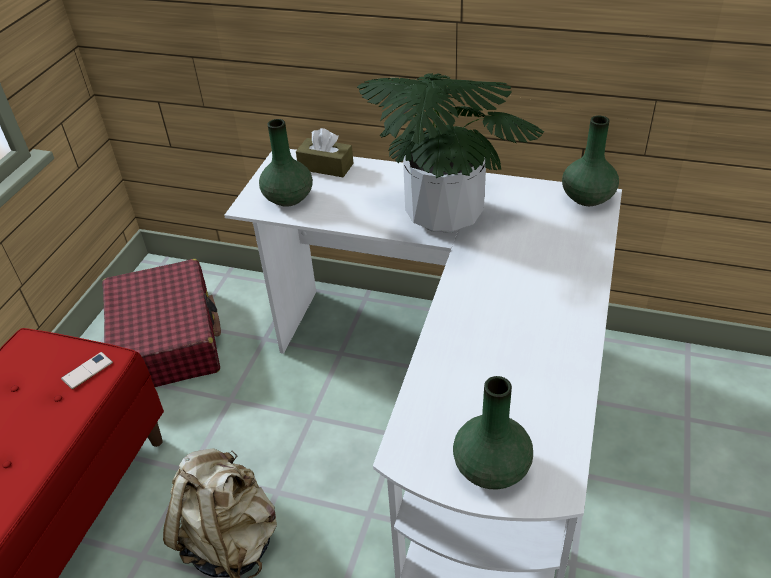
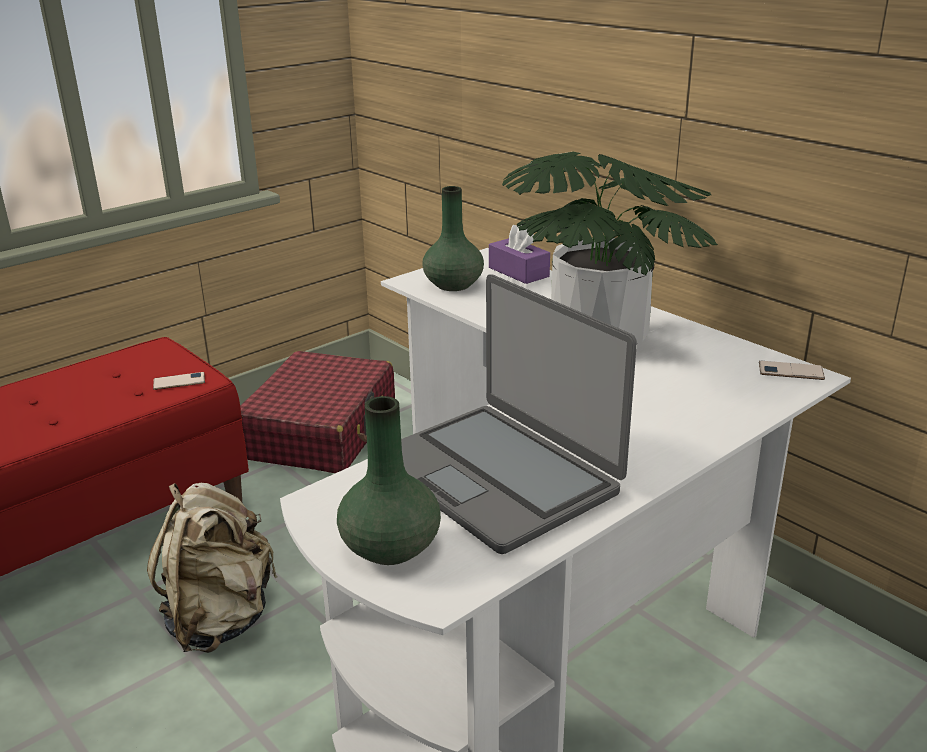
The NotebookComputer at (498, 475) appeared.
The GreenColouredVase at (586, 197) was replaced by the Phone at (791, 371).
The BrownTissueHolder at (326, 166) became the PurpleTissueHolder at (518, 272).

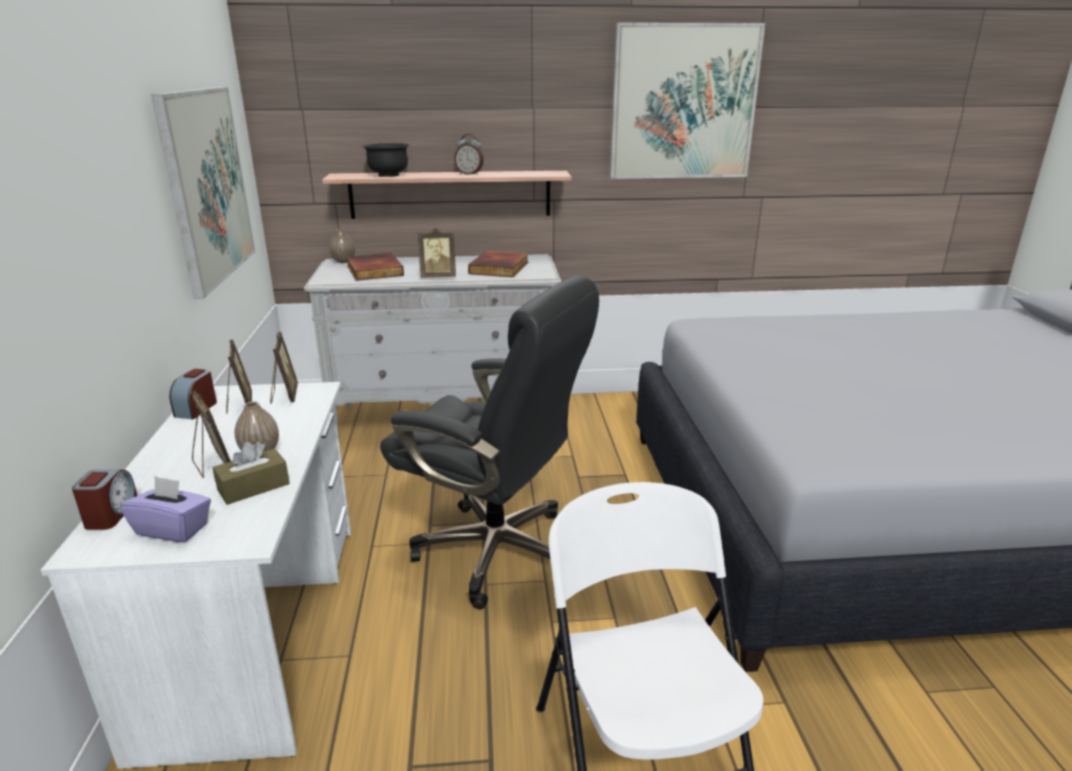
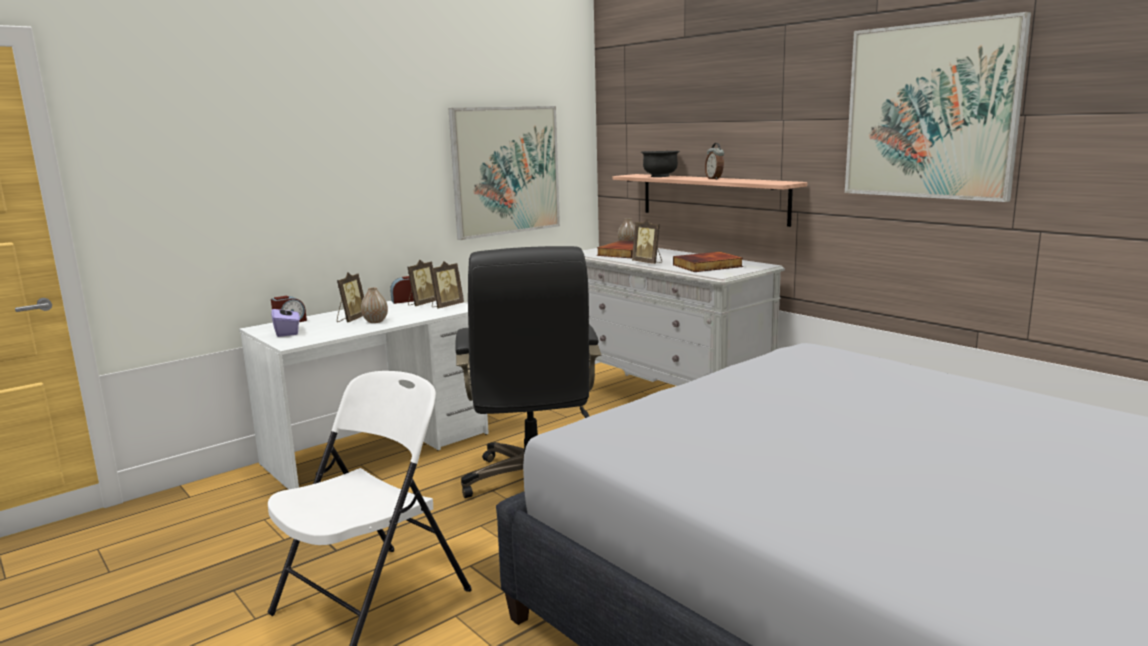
The BrownTissueHolder at (253, 487) disappeared.

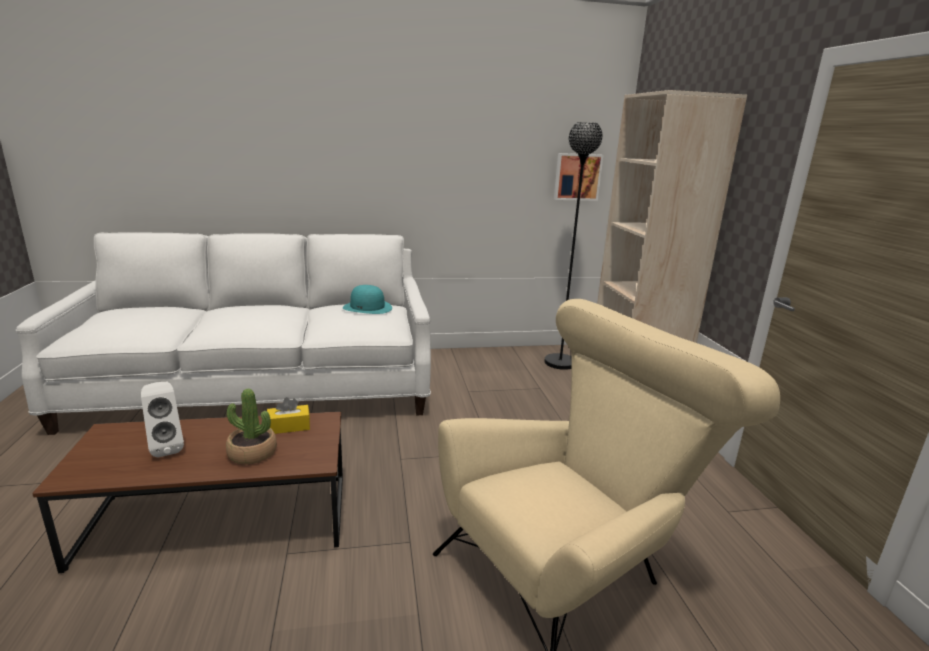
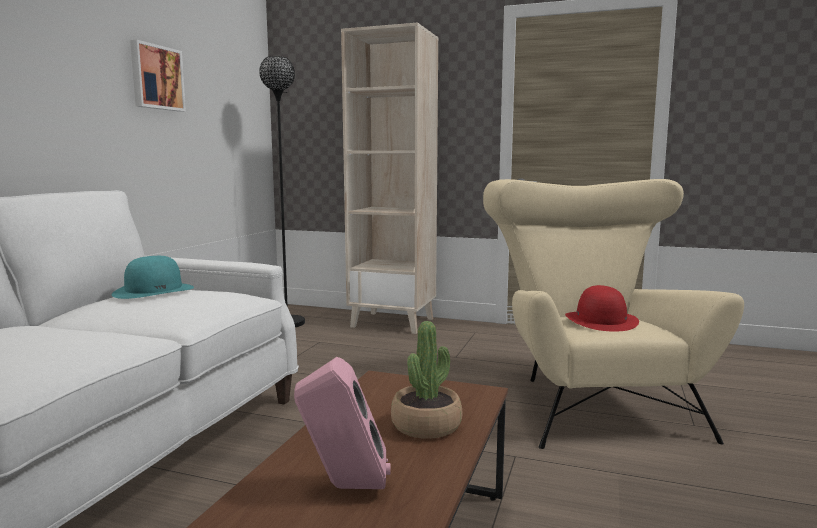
The YellowishTissueHolder at (289, 426) disappeared.
The ReddishHat at (601, 320) appeared.
The WallPicture moved from (577, 177) to (156, 77).
The WhiteAudioSpeaker at (167, 447) became the PinkAudioSpeaker at (344, 487).

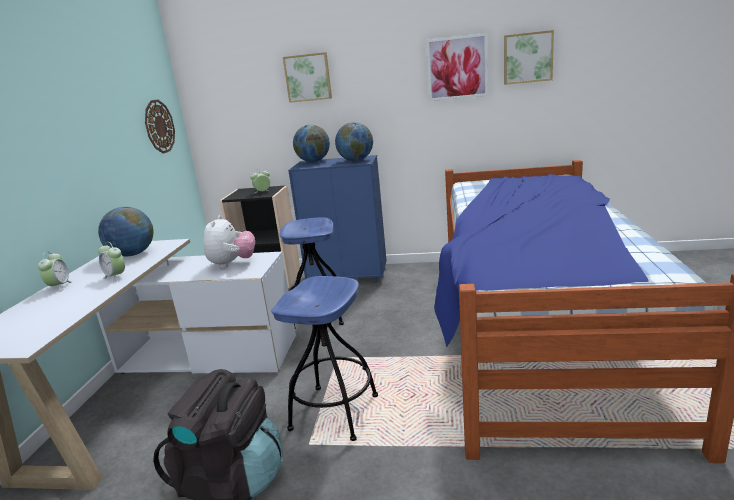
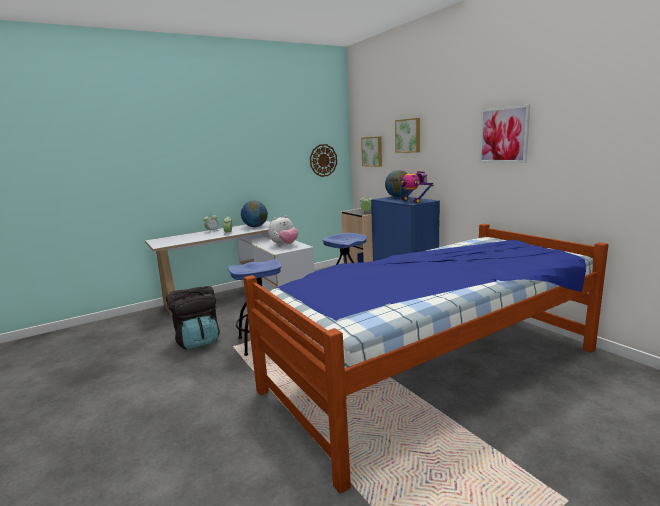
The WallPicture moved from (527, 57) to (372, 151).
The Globe at (356, 160) was replaced by the ToyRobot at (414, 201).

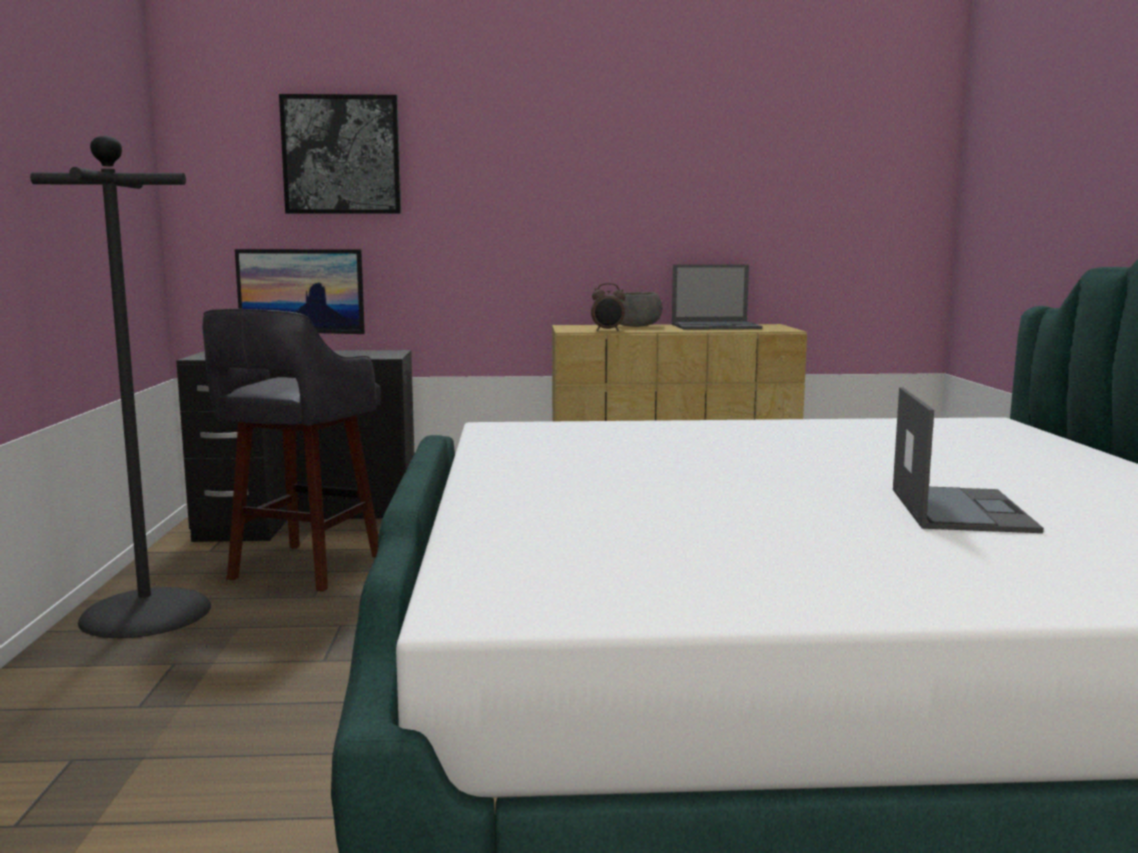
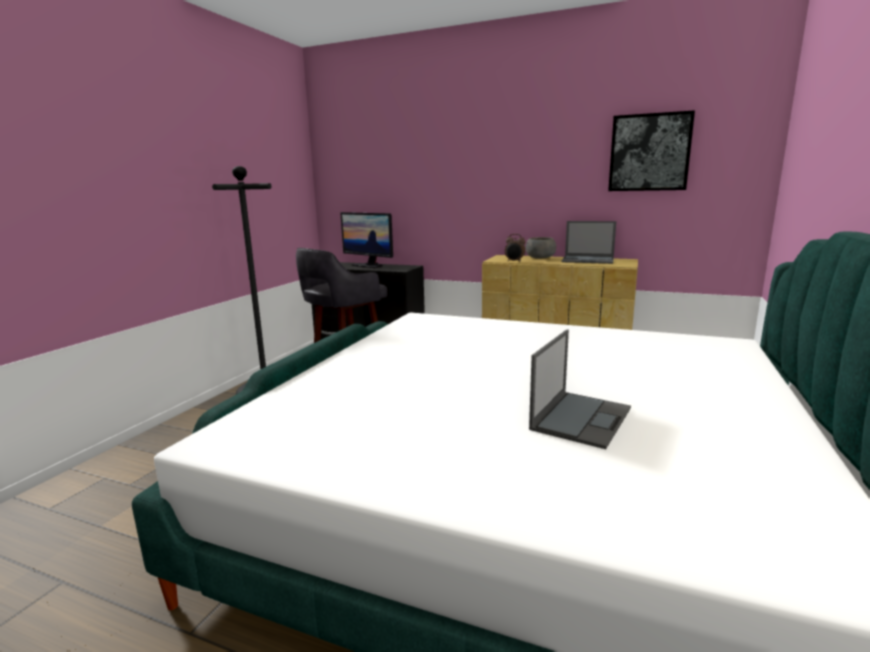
The WallPicture moved from (342, 155) to (649, 152).

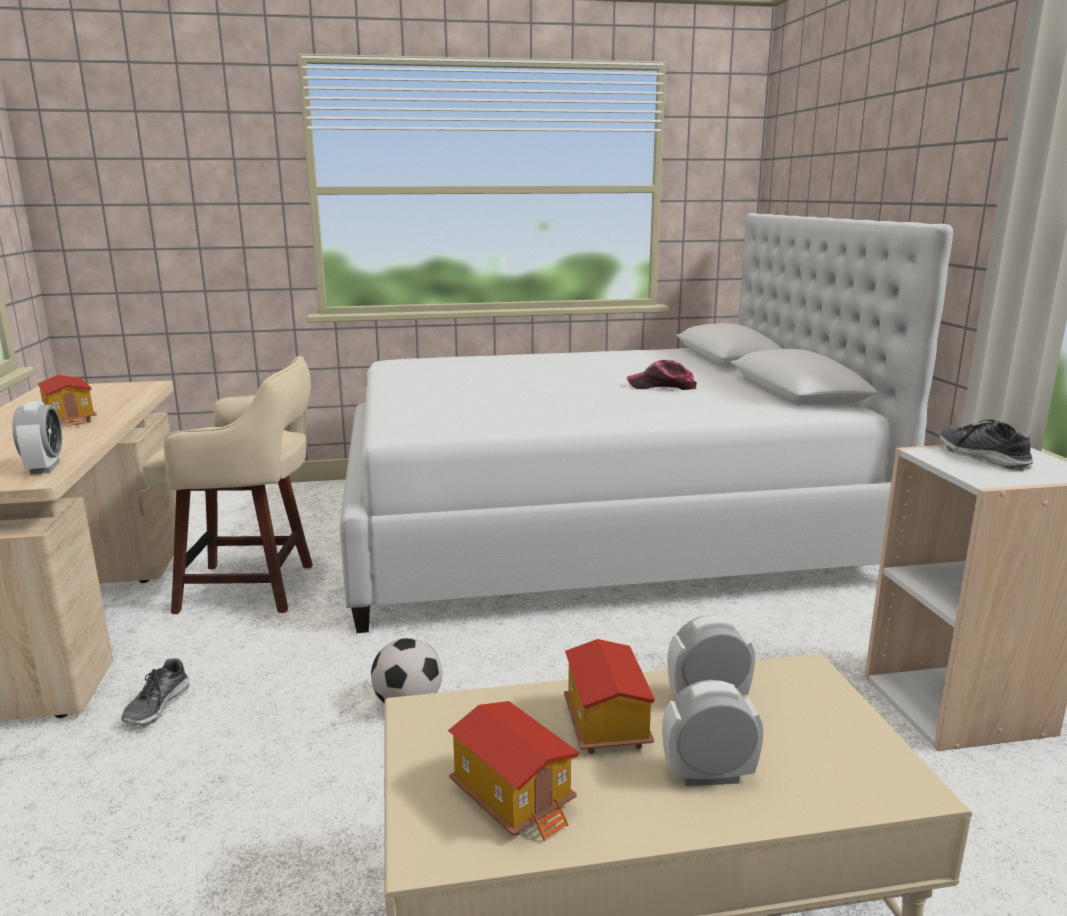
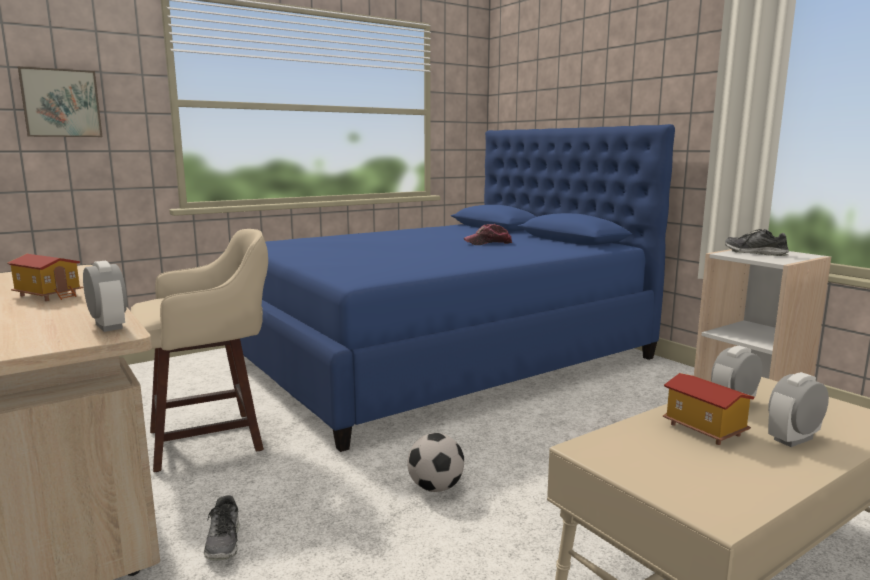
The ModelHouse at (514, 797) disappeared.
The WallPicture at (61, 103) appeared.
The WhiteBed at (593, 528) became the BluishBed at (438, 355).

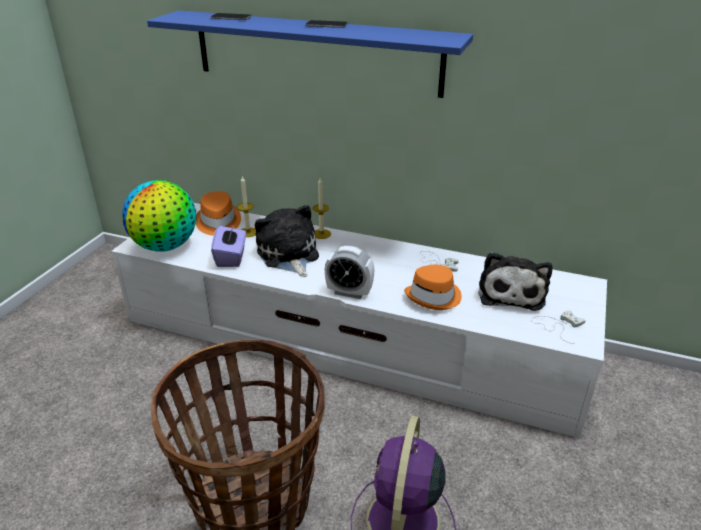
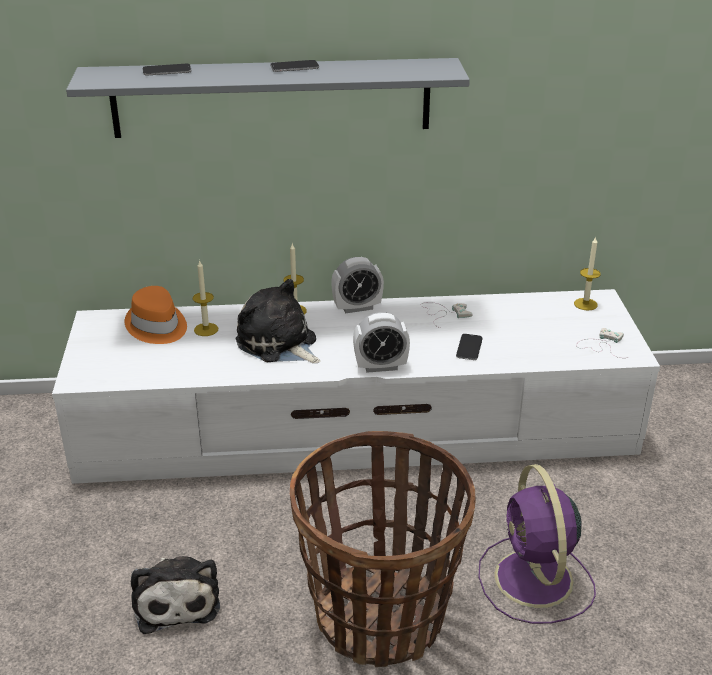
The Globe at (166, 246) disappeared.
The PurpleTissueHolder at (231, 257) disappeared.
The TableClock at (357, 307) appeared.
The WaxLight at (585, 304) appeared.
The SoftToy moved from (511, 292) to (176, 600).
The OrangeyHat at (434, 296) was replaced by the Phone at (469, 348).
The BluishWallShelf at (315, 52) became the GrayWallShelf at (271, 98).

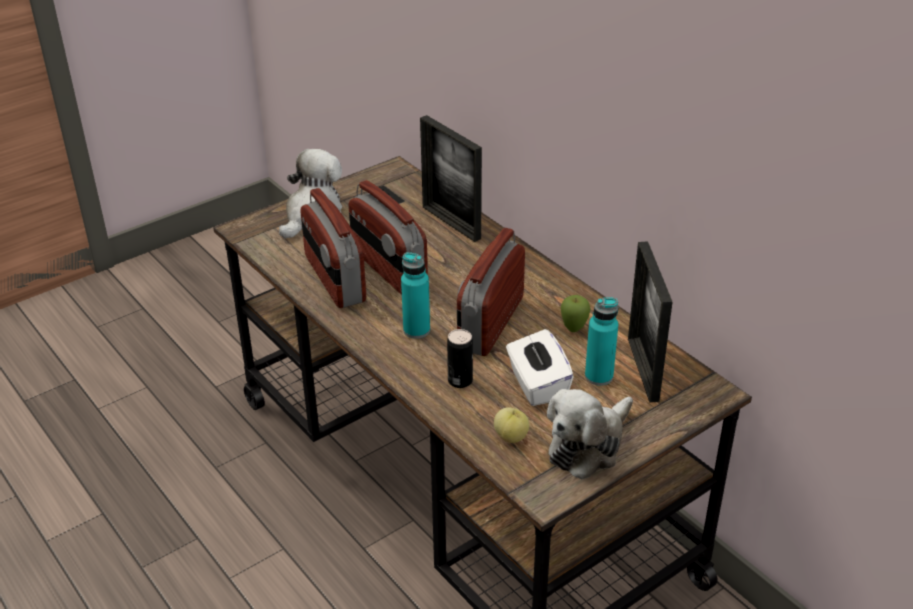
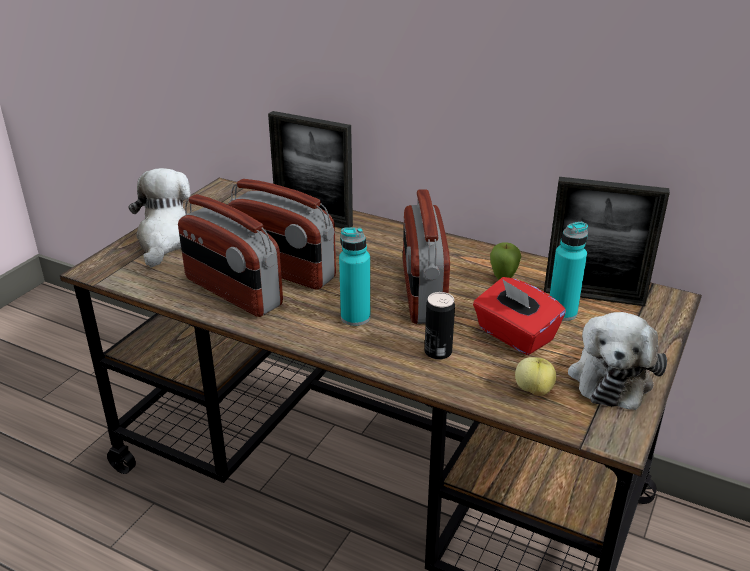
The WhiteTissueHolder at (537, 385) became the ReddishTissueHolder at (514, 335).
The PhotoFrame at (643, 369) turned 45 degrees counterclockwise.

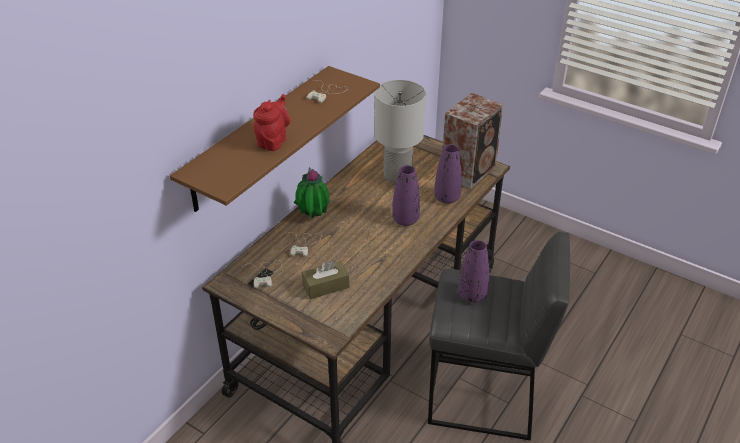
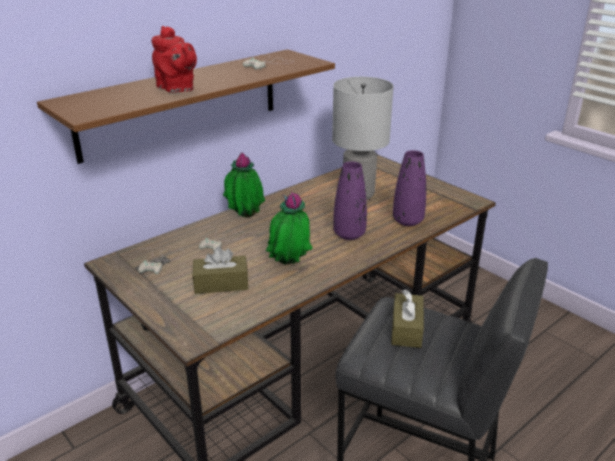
The AudioSpeaker at (470, 170) disappeared.
The PottedPlant at (289, 266) appeared.
The PurpleVase at (472, 295) was replaced by the BrownTissueHolder at (406, 329).
The ReddishTeapot at (273, 141) turned 105 degrees clockwise.

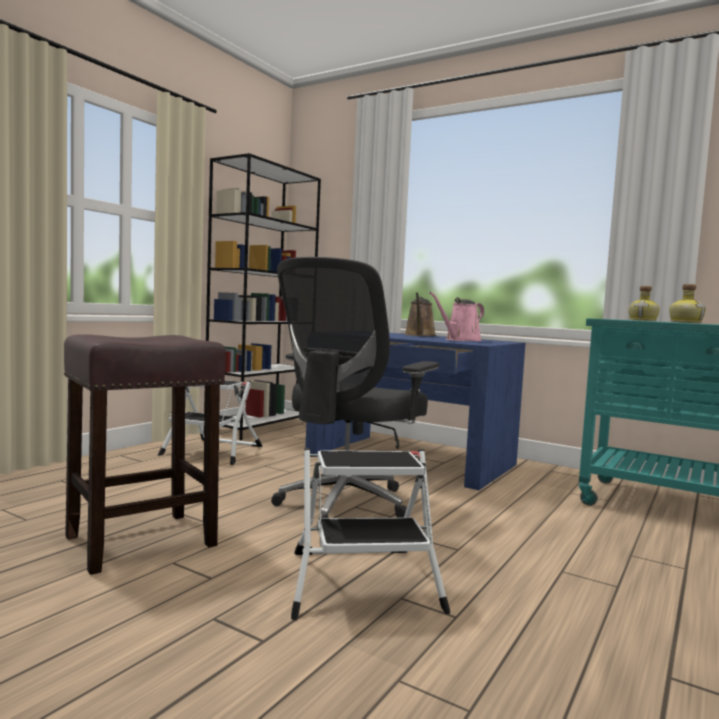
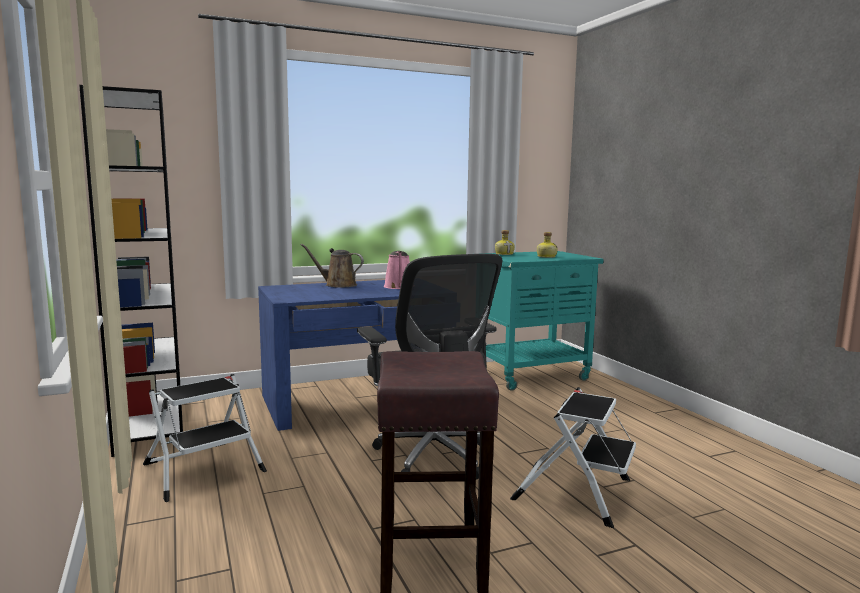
The BrownSprinklingCan at (419, 335) turned 150 degrees clockwise.

